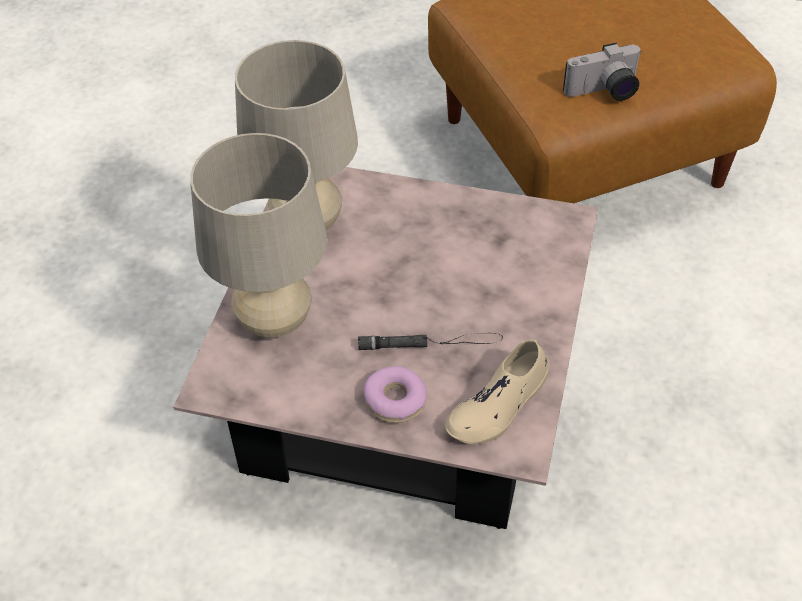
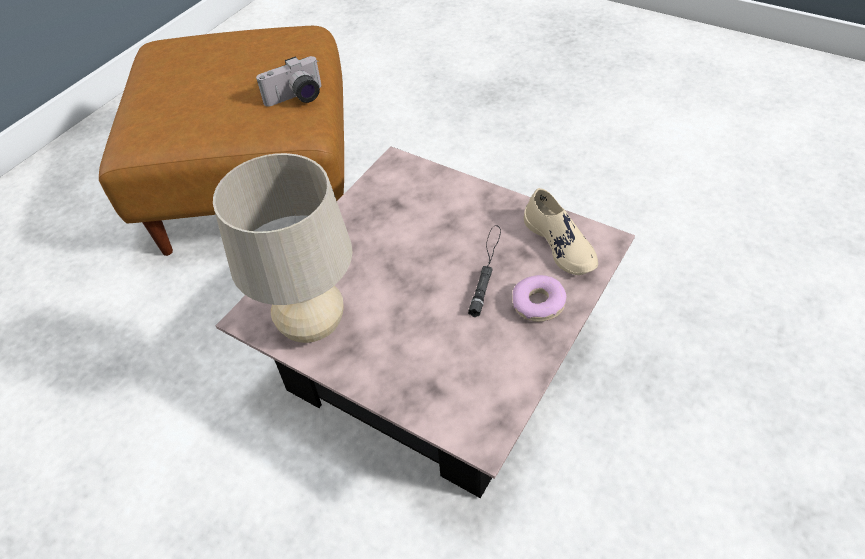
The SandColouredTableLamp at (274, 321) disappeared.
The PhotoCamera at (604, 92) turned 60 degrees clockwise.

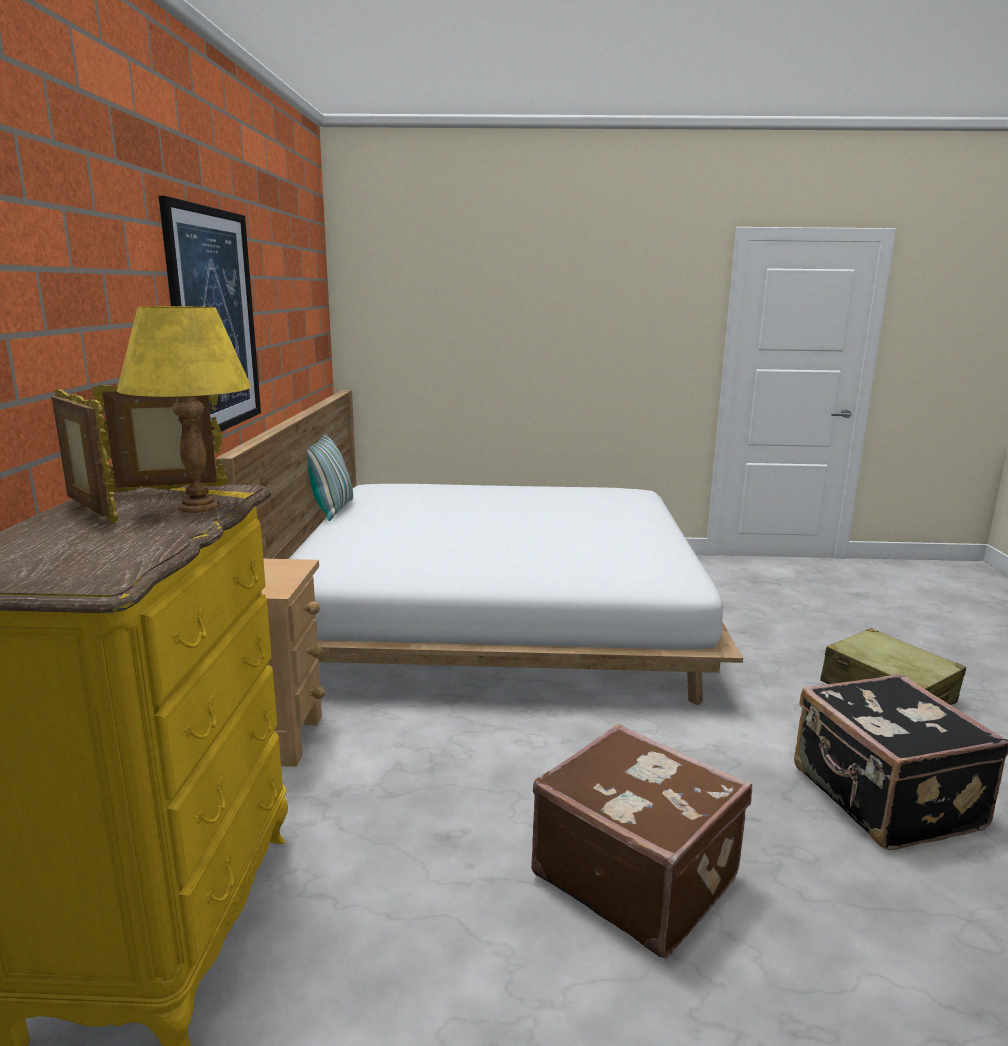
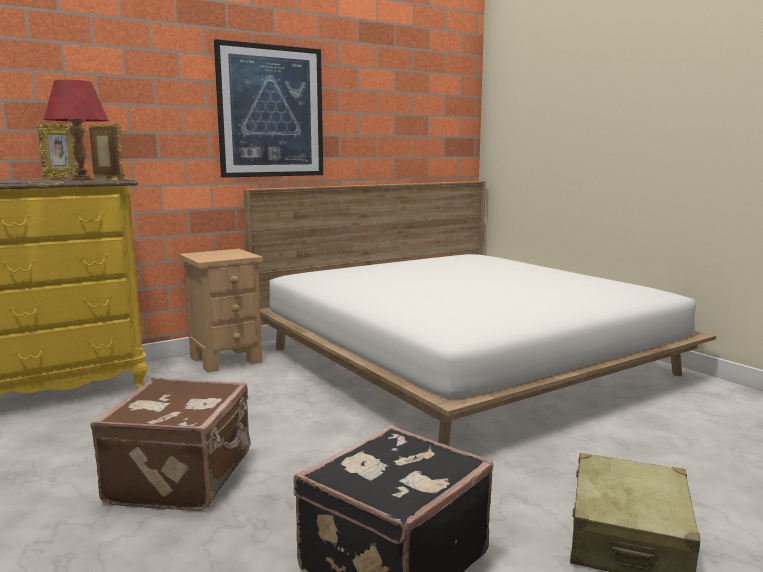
The Cushion at (332, 510) disappeared.
The YellowishTableLamp at (199, 506) became the ReddishTableLamp at (83, 179).

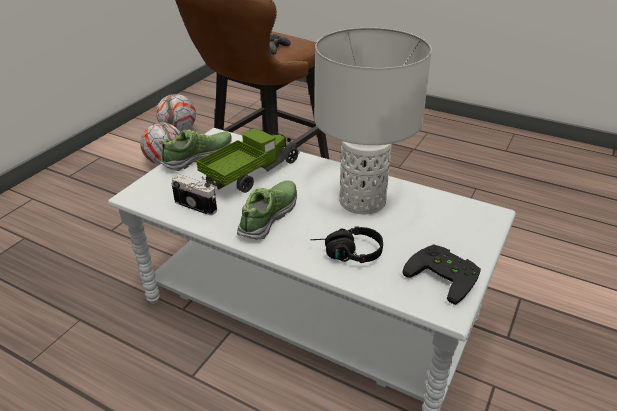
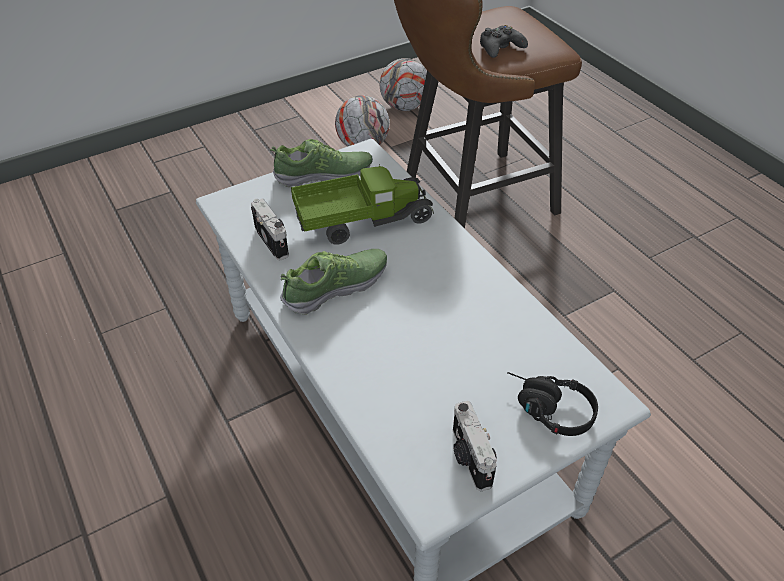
The WhiteTableLamp at (361, 200) disappeared.
The BlackHeadset moved from (346, 254) to (545, 409).
The BlackJoypad at (445, 275) was replaced by the PhotoCamera at (469, 457).

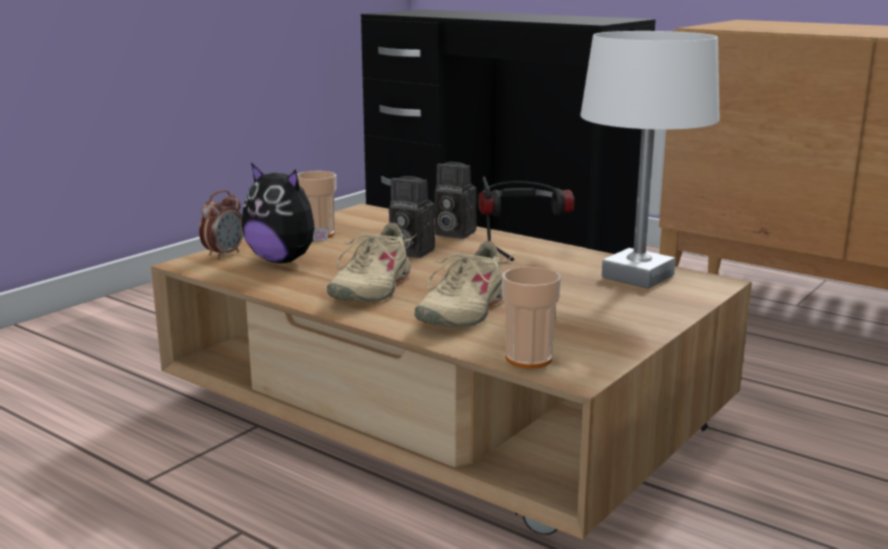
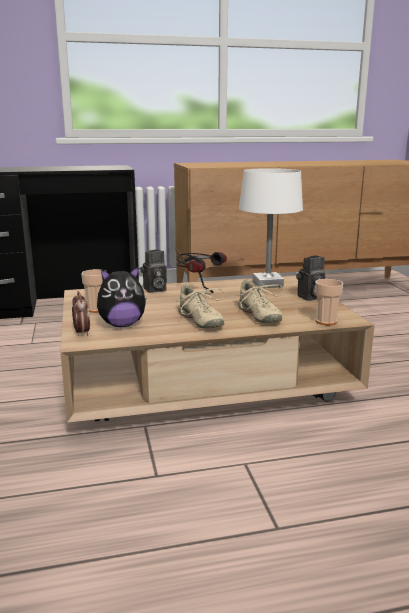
The PhotoCamera moved from (408, 252) to (310, 297).

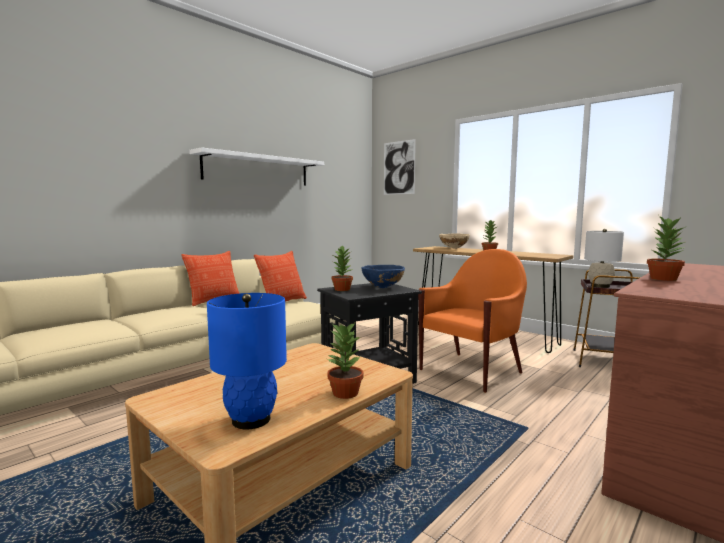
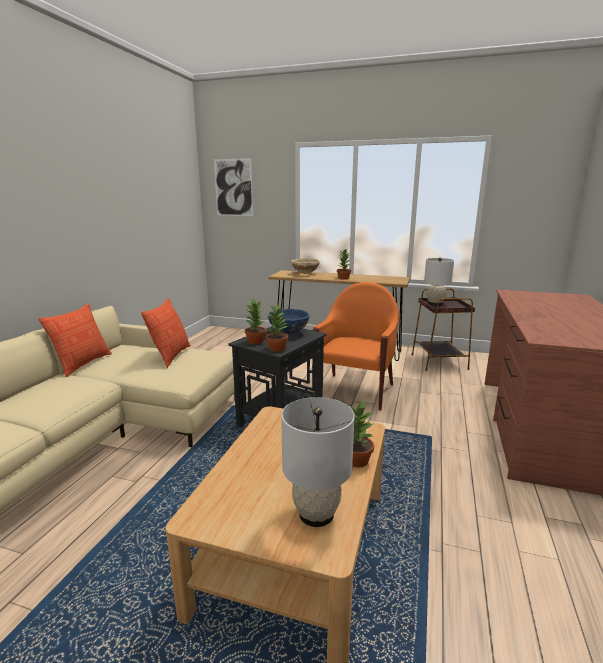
The WhiteWallShelf at (258, 170) disappeared.
The PottedPlant moved from (663, 278) to (277, 348).
The BluishTableLamp at (251, 420) became the WhiteTableLamp at (316, 514).

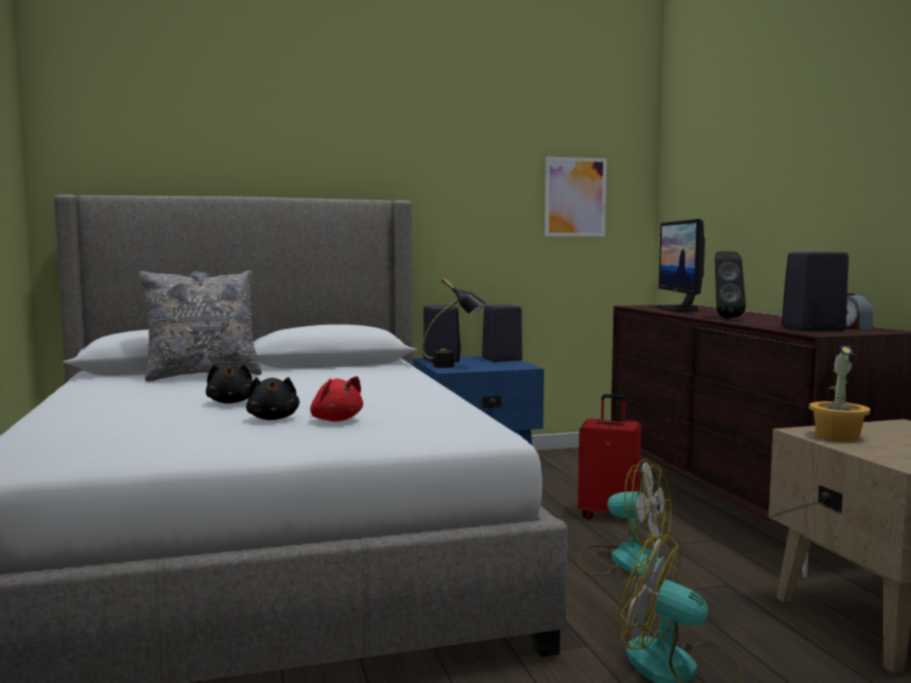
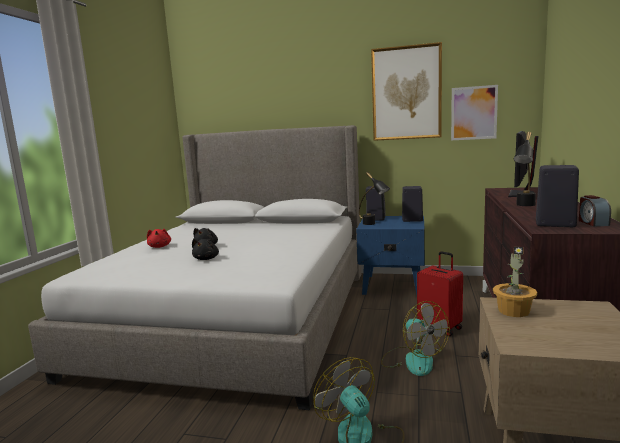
The GrayCushion at (203, 376) disappeared.
The WallPicture at (406, 93) appeared.
The ReddishSoftToy moved from (335, 420) to (160, 247).
The BlackAudioSpeaker at (724, 318) was replaced by the BlackTableLamp at (524, 206).

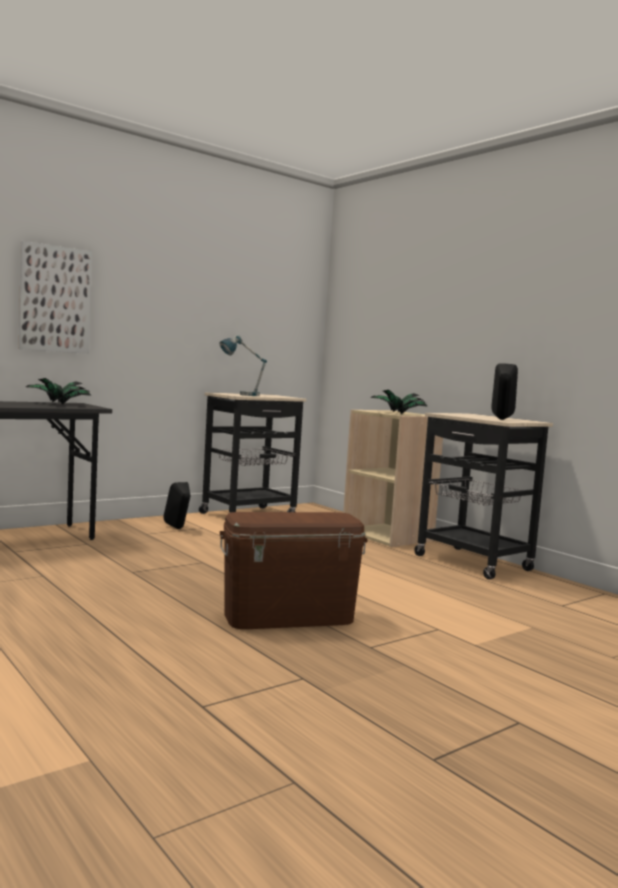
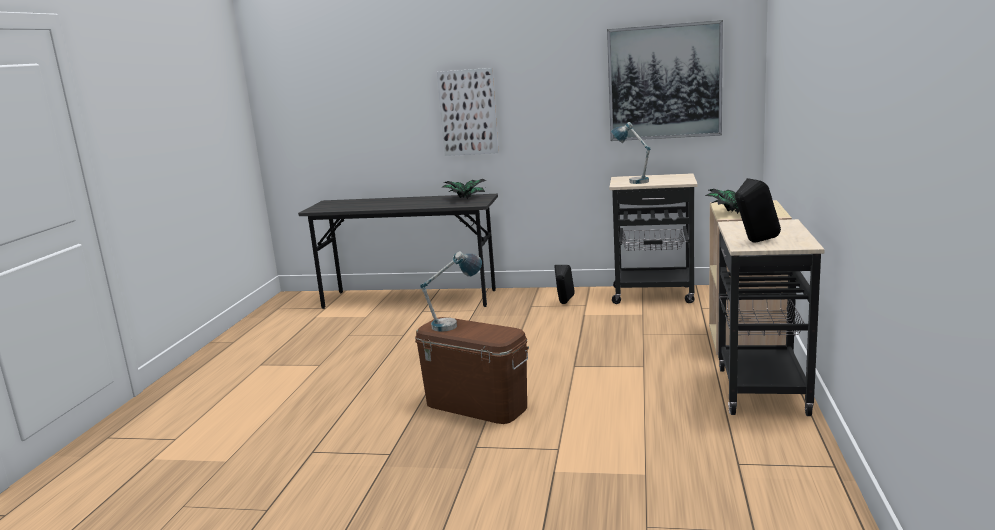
The TableLamp at (455, 325) appeared.
The WallPicture at (664, 82) appeared.

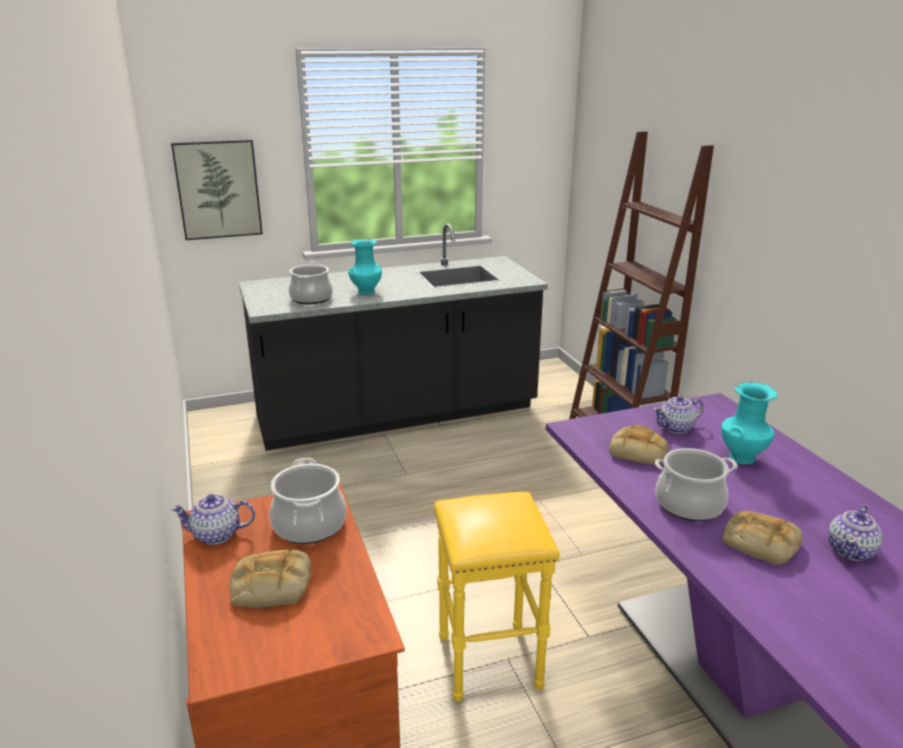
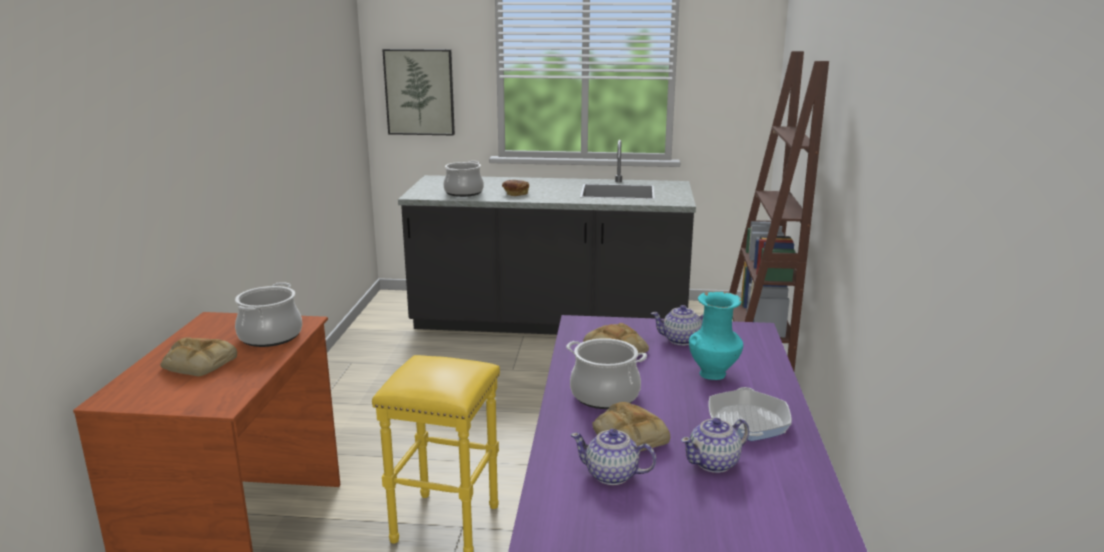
The Skillet at (748, 421) appeared.
The Teapot moved from (217, 535) to (612, 475).
The TurquoiseVase at (365, 292) was replaced by the Bread at (515, 193).

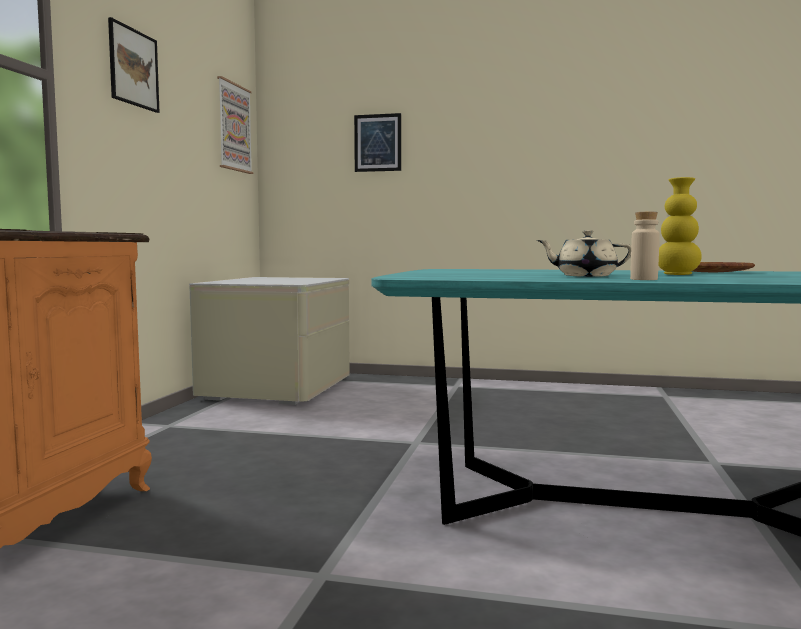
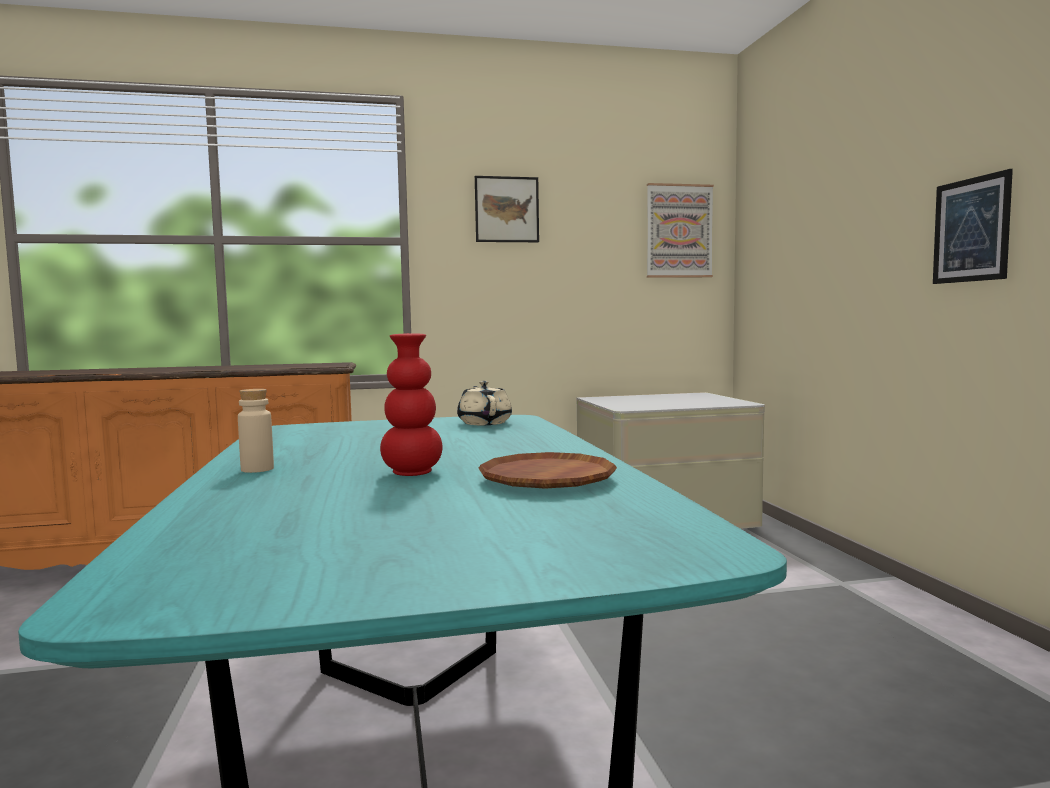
The WallPicture moved from (377, 143) to (971, 230).
The SandColouredTeapot moved from (584, 276) to (484, 423).
The YellowishVase at (677, 274) became the ReddishVase at (412, 473).

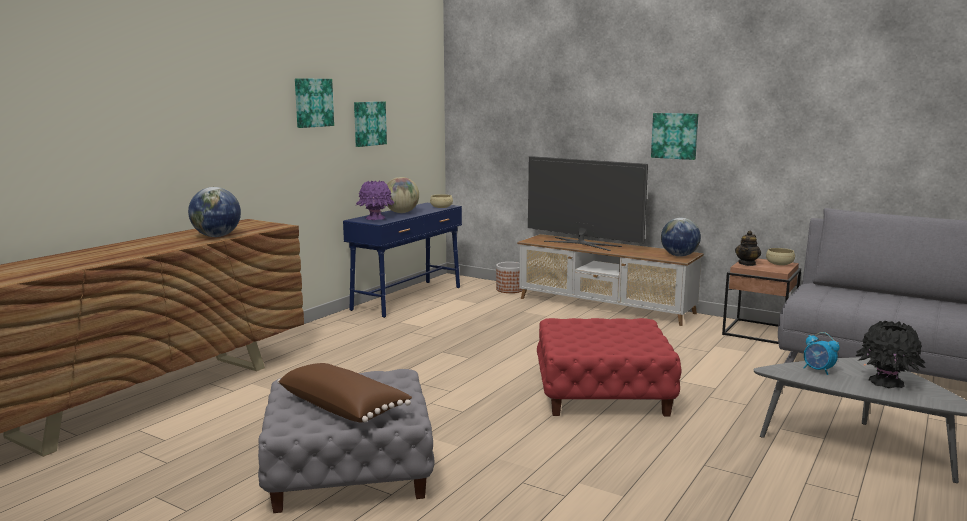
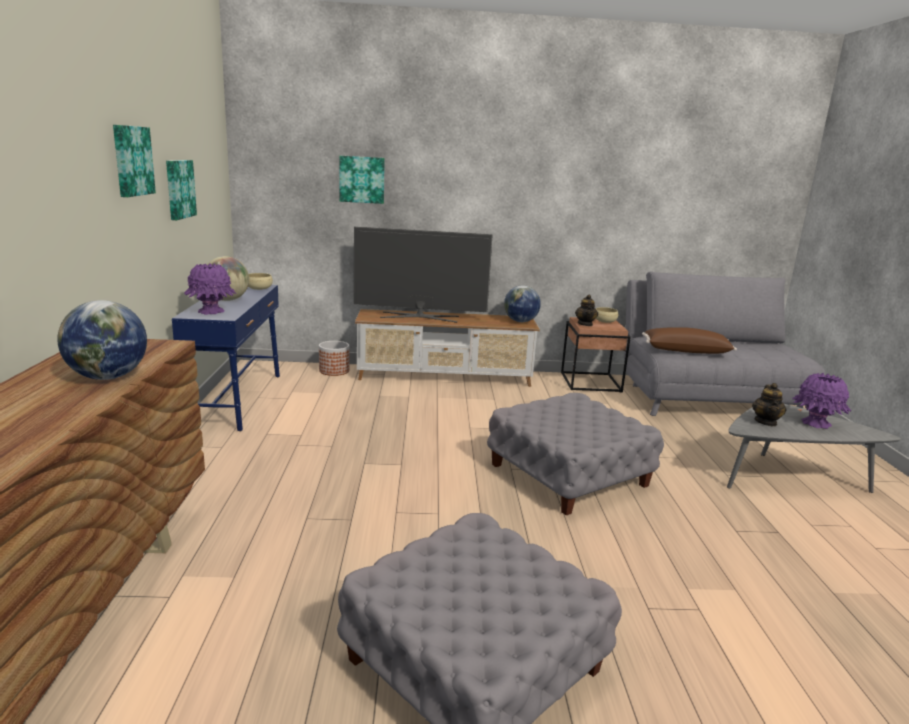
The BrownCushion moved from (343, 407) to (686, 351).
The WallPicture moved from (675, 135) to (362, 179).
The TableClock at (818, 370) was replaced by the Teapot at (766, 422).
The ReddishOttoman at (602, 392) became the GrayOttoman at (568, 475).
The BlackVase at (886, 382) became the PurpleVase at (816, 423).

